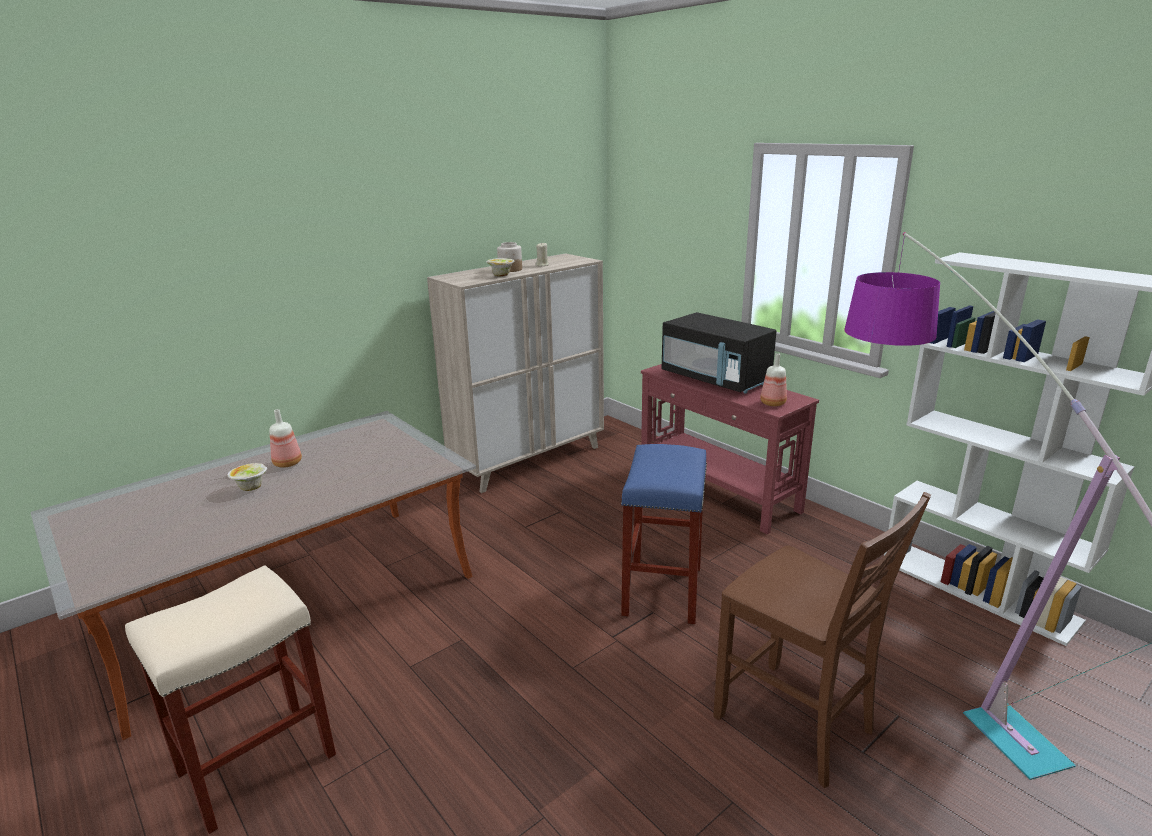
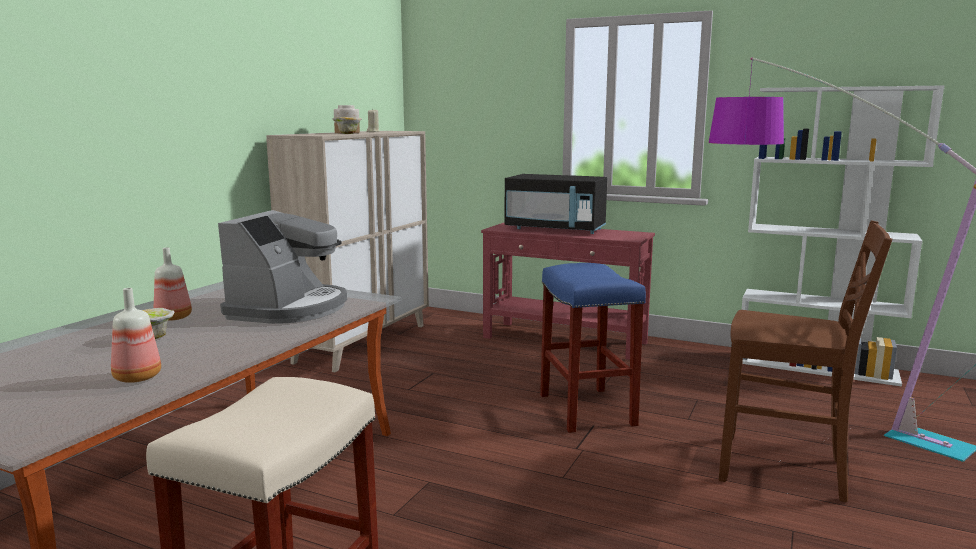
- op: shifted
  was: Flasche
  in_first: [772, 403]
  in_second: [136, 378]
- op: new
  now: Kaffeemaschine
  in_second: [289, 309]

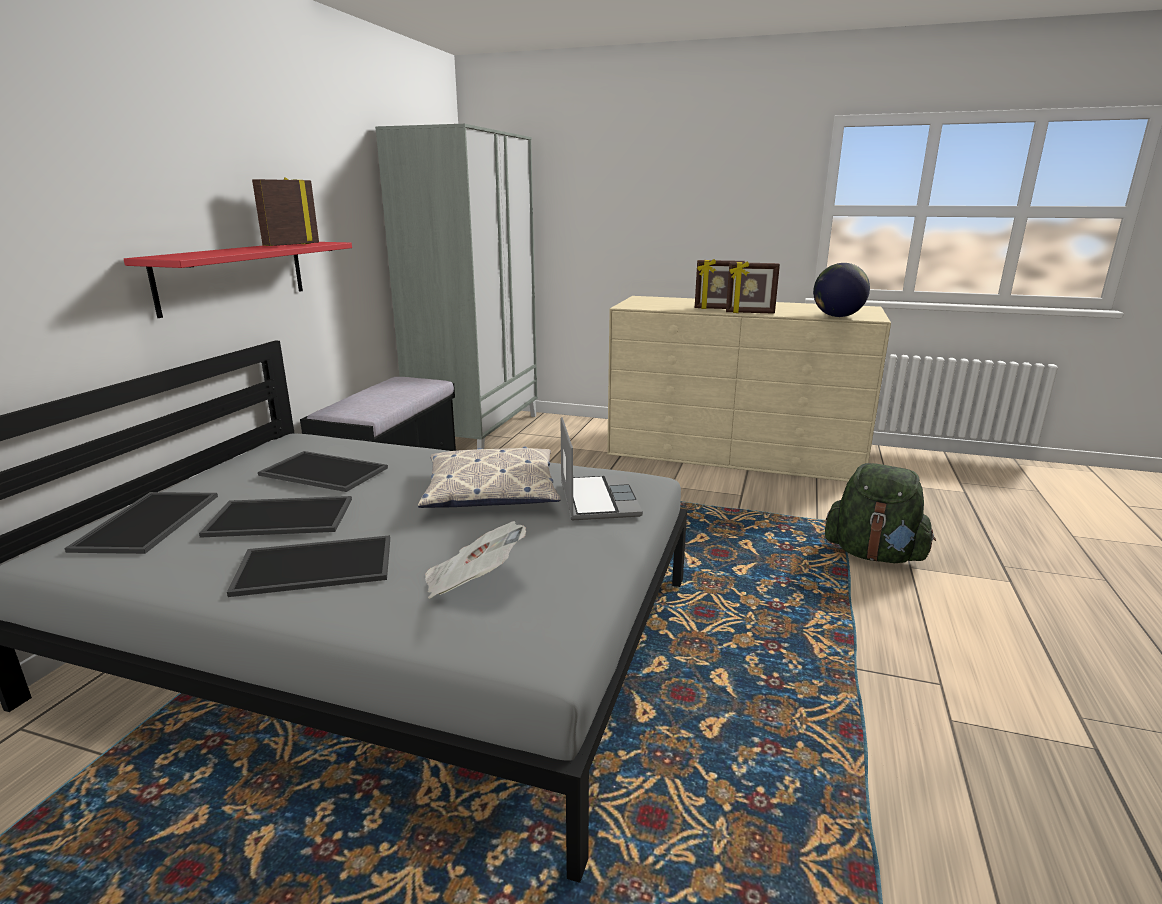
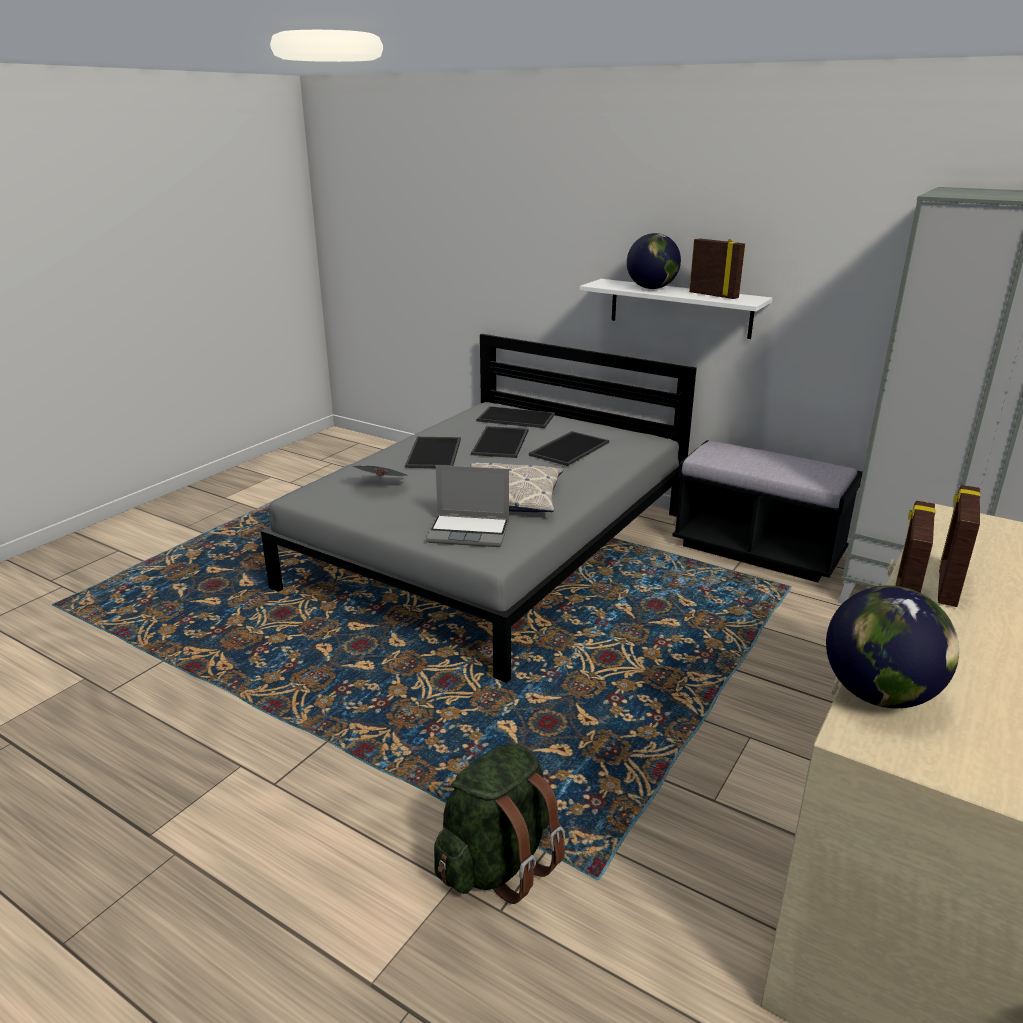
- op: repainted
  was: Wandregal/rot
  now: Wandregal/weiß
  in_first: [233, 276]
  in_second: [680, 308]
- op: new
  now: Globus
  in_second: [652, 288]

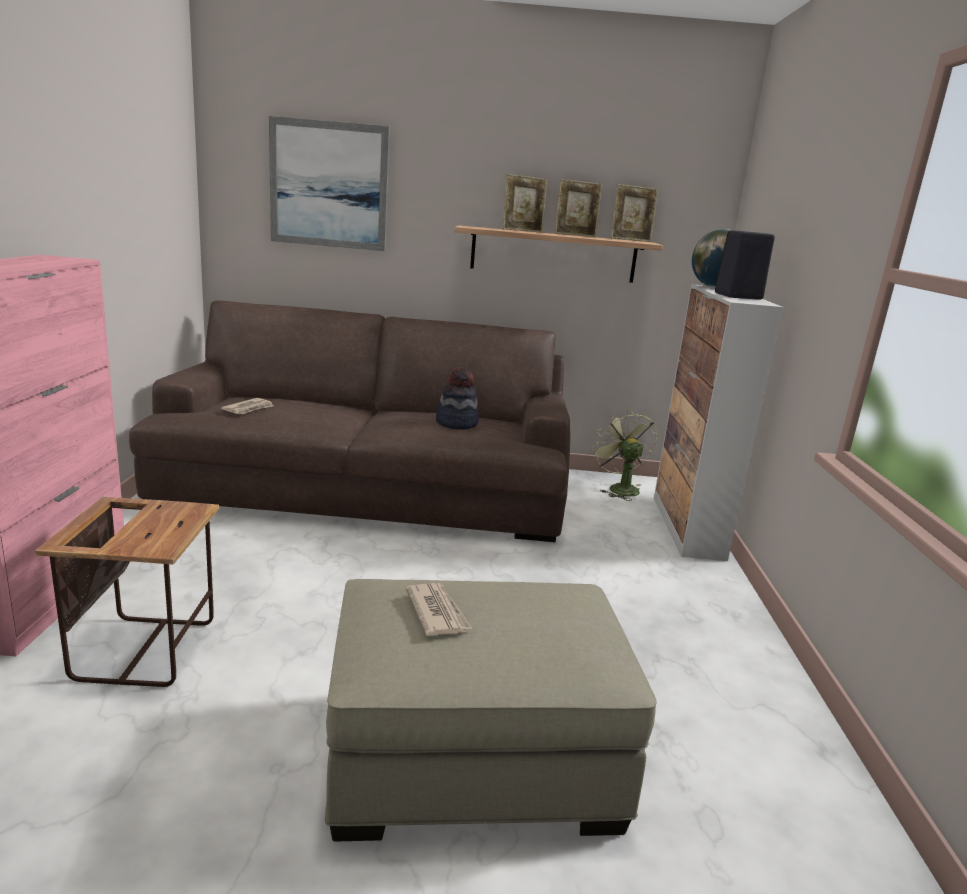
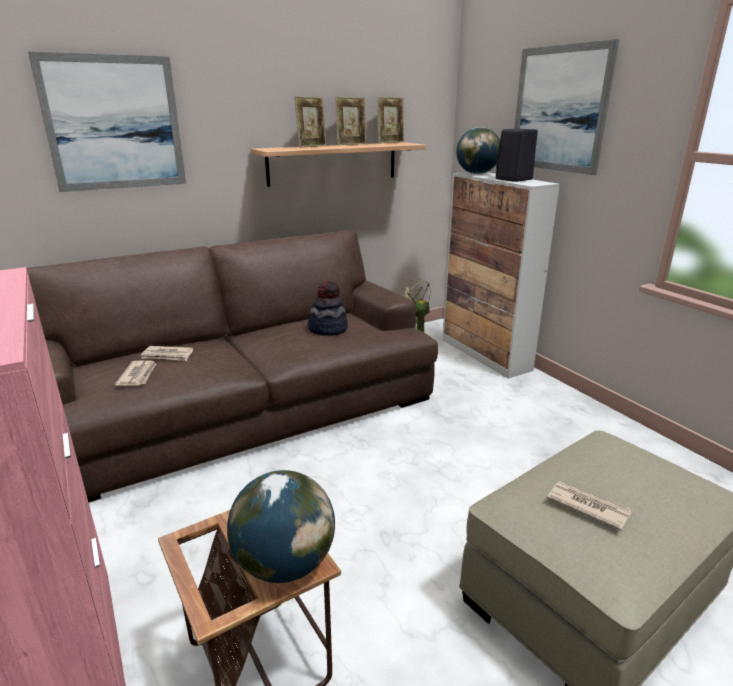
- op: new
  now: Bild
  in_second: [559, 109]
- op: new
  now: Zeitung
  in_second: [168, 355]
- op: new
  now: Globus
  in_second: [284, 564]

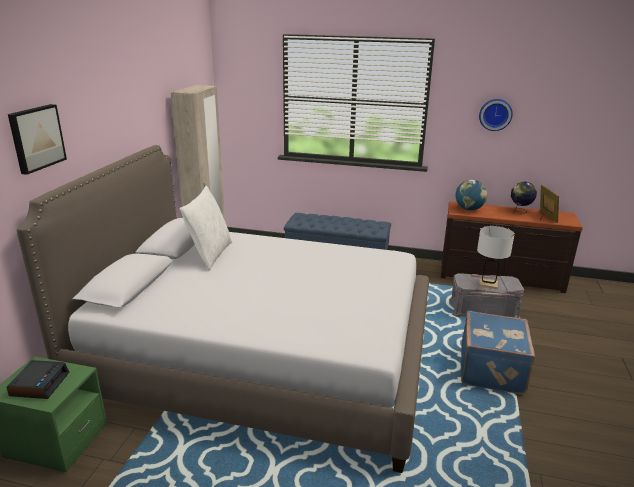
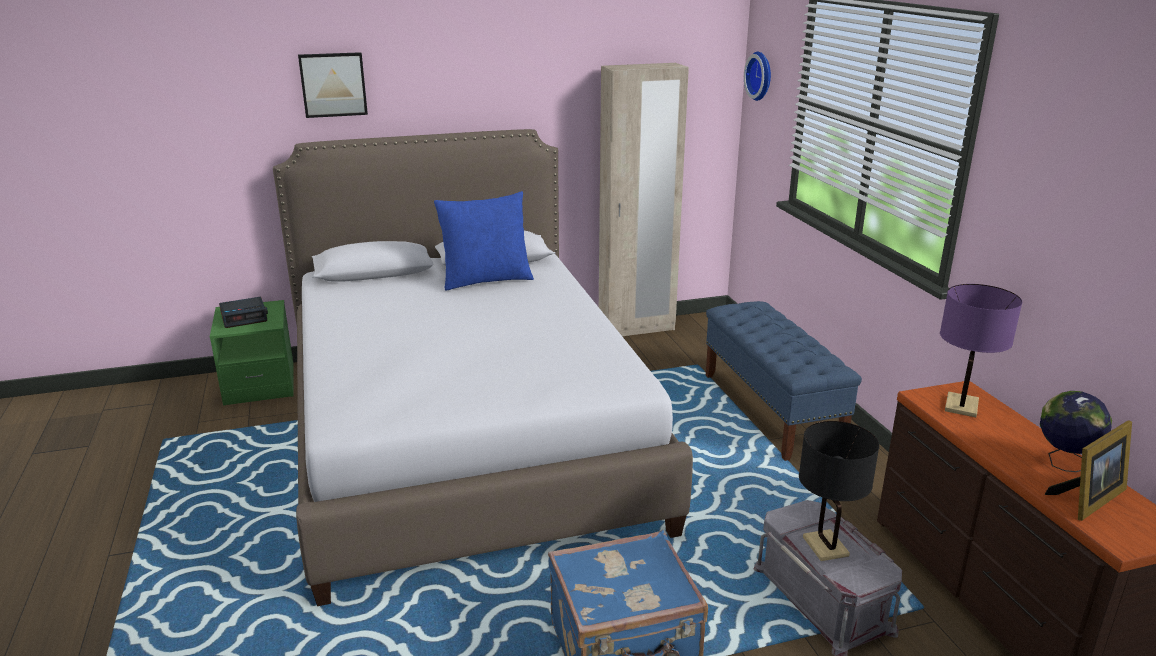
- op: shifted
  was: Wanduhr
  in_first: [495, 114]
  in_second: [761, 76]
- op: swapped
  was: Globus
  now: Tischlampe/lila
  in_first: [469, 209]
  in_second: [961, 406]
- op: repainted
  was: Kissen/weiß
  now: Kissen/blau
  in_first: [210, 255]
  in_second: [486, 280]
- op: repainted
  was: Tischlampe/weiß
  now: Tischlampe/schwarz
  in_first: [488, 284]
  in_second: [825, 546]

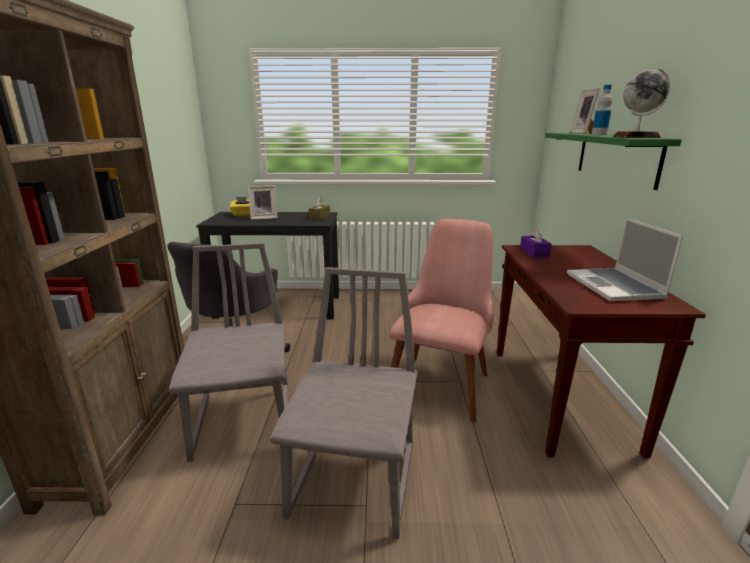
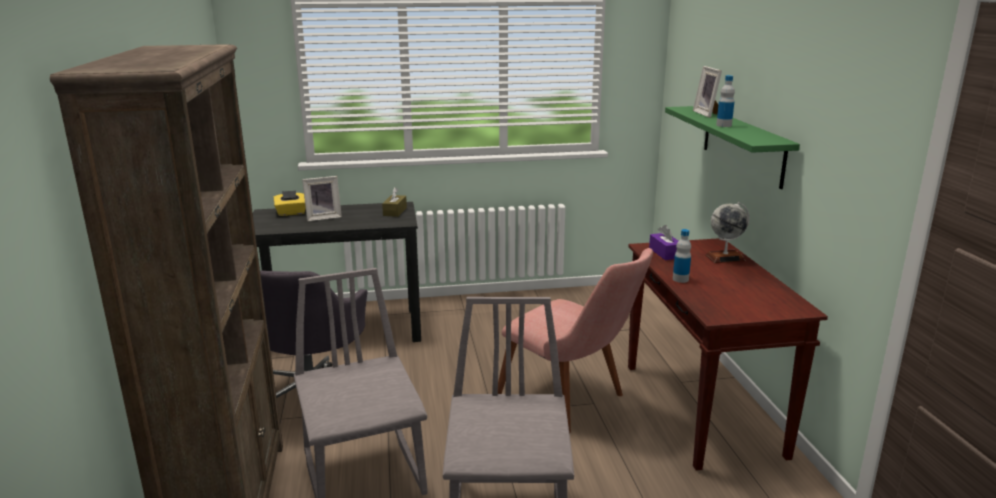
- op: shifted
  was: Globus
  in_first: [636, 137]
  in_second: [725, 257]
- op: gone
  was: Laptop
  in_first: [615, 286]
- op: rotated
  was: Stuhl/rosa
  in_first: [442, 378]
  in_second: [573, 402]
  clockwise: 120
- op: new
  now: Flasche
  in_second: [680, 279]

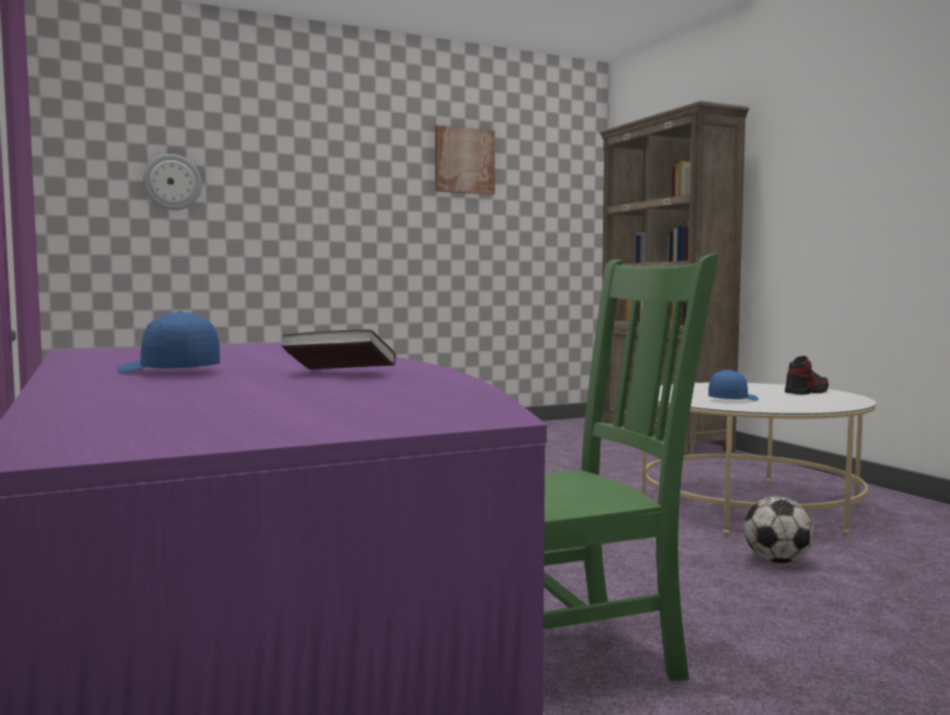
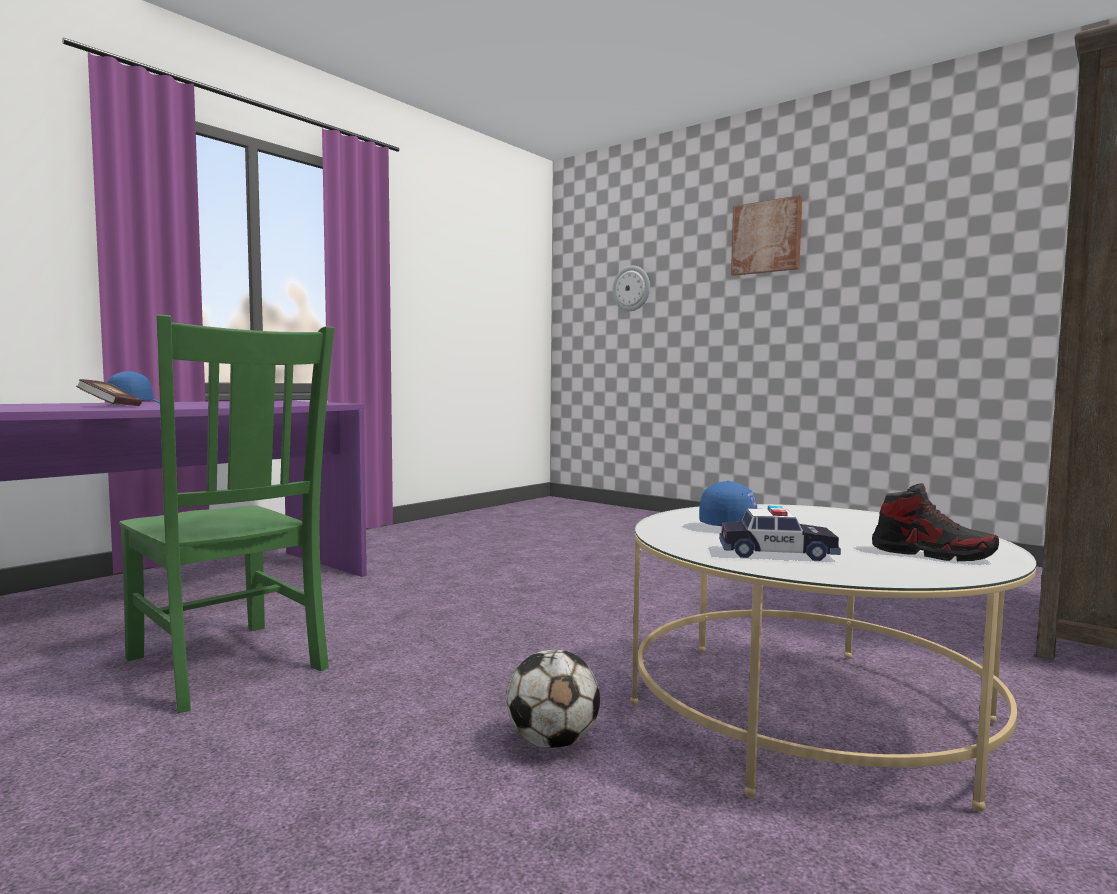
- op: shifted
  was: Bild
  in_first: [464, 161]
  in_second: [766, 237]
- op: new
  now: Spielzeugauto
  in_second: [776, 553]

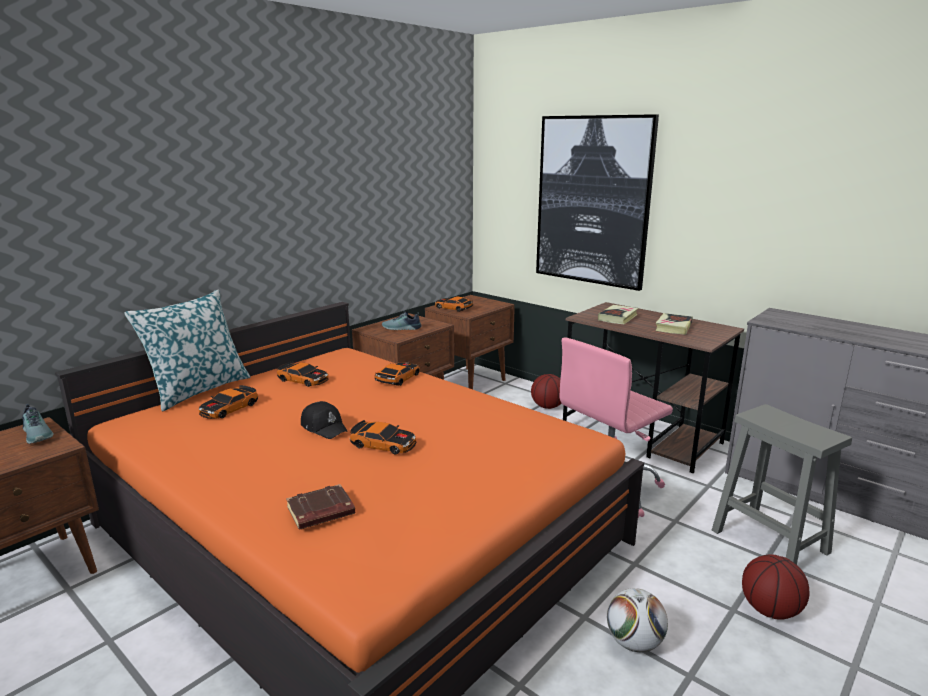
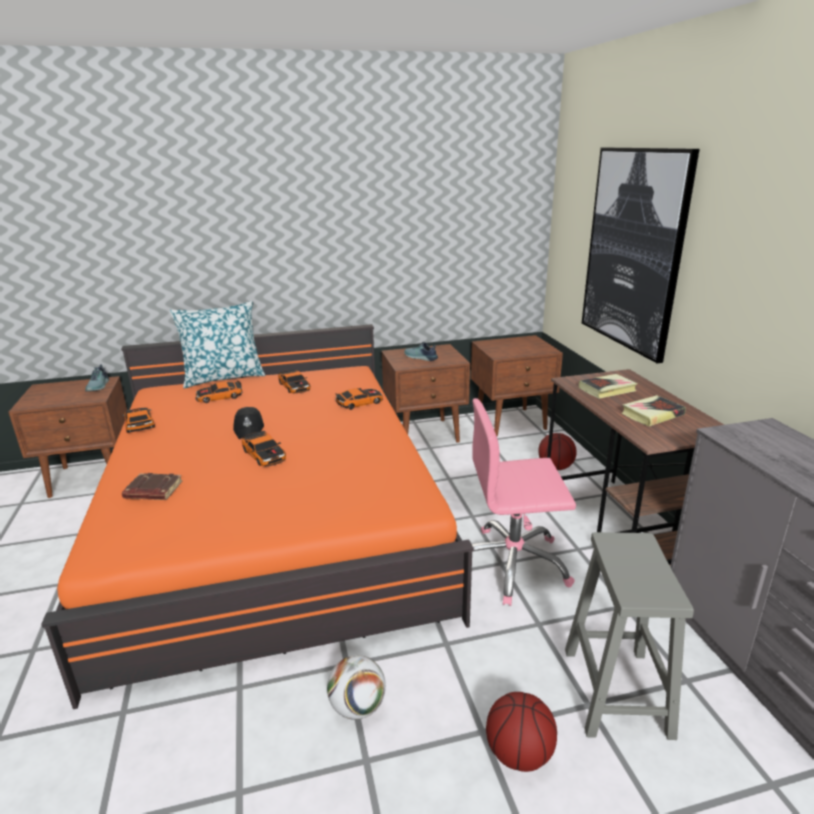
- op: shifted
  was: Spielzeugauto
  in_first: [453, 308]
  in_second: [139, 424]

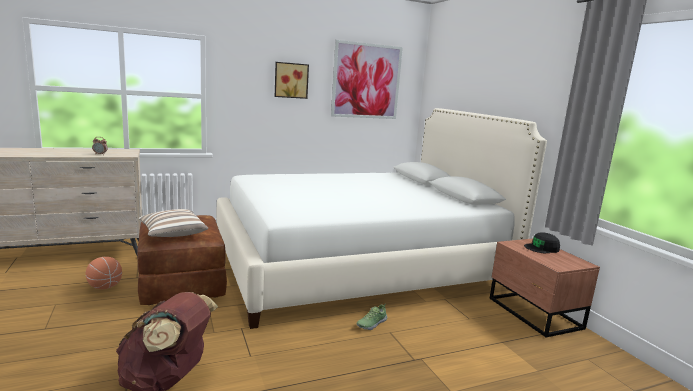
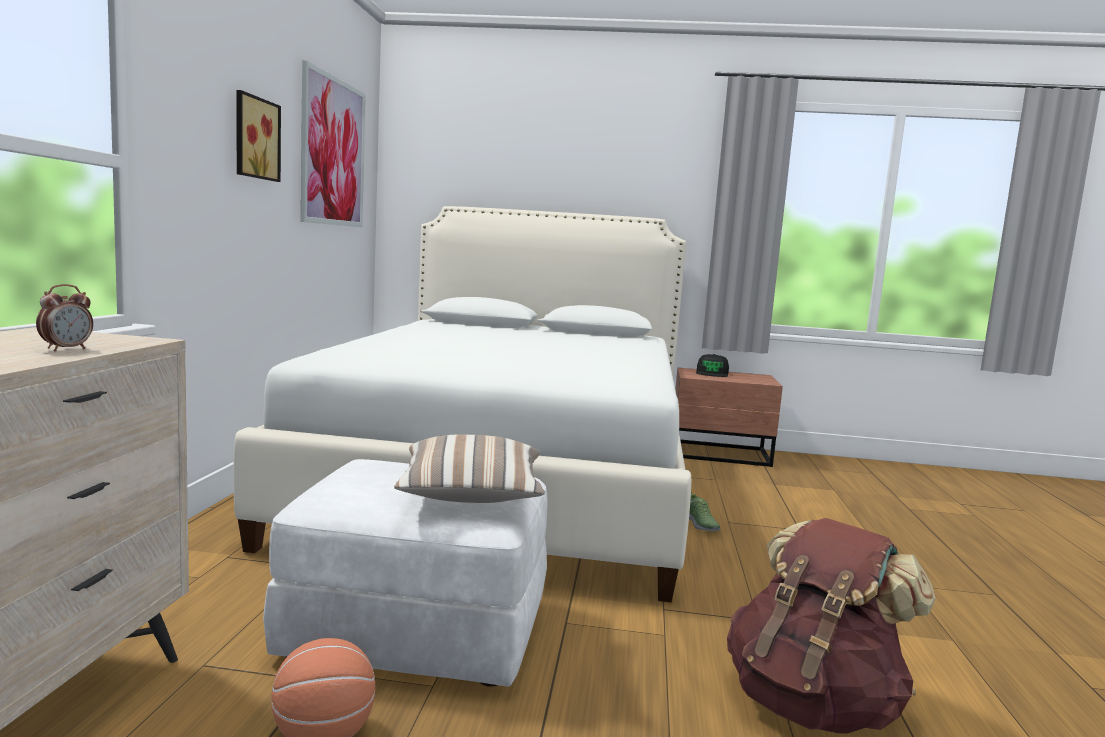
- op: repainted
  was: Polsterhocker/braun
  now: Polsterhocker/weiß
  in_first: [182, 283]
  in_second: [419, 628]

